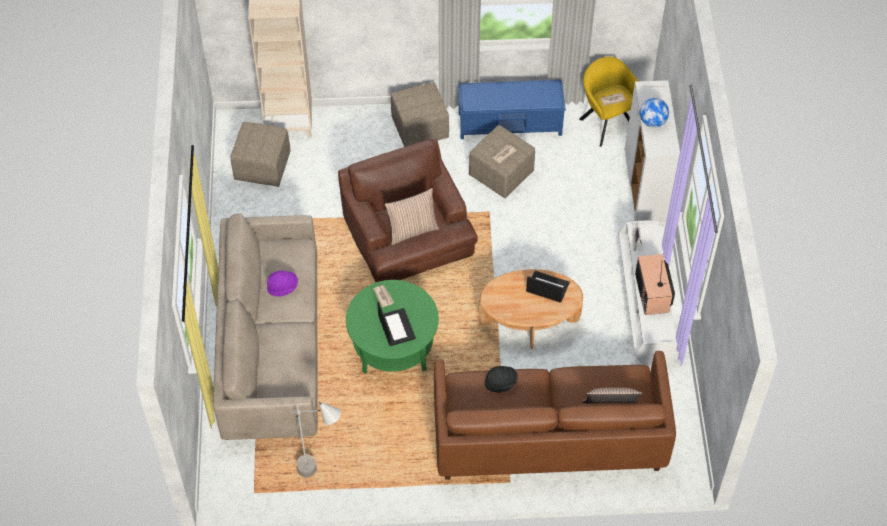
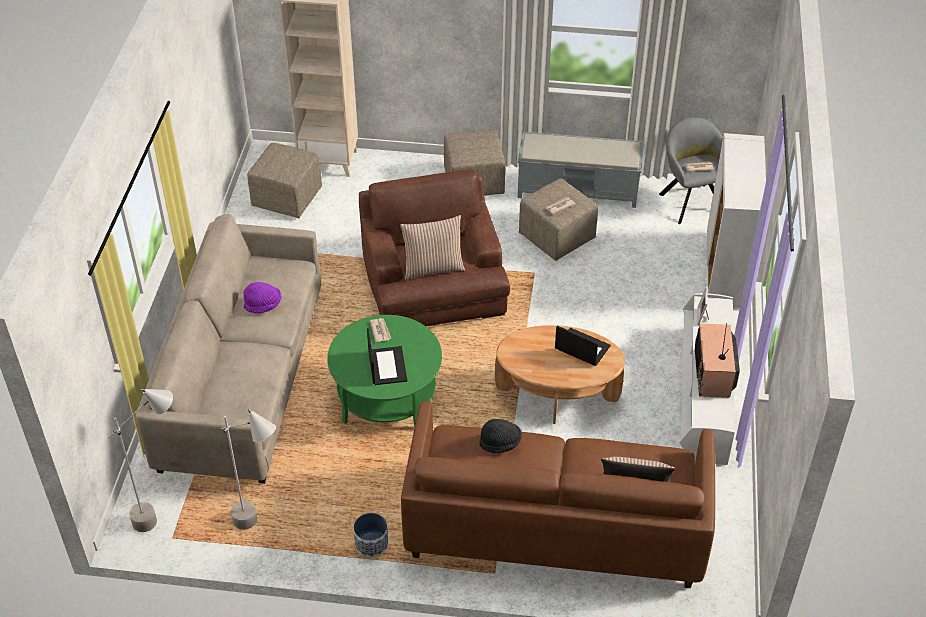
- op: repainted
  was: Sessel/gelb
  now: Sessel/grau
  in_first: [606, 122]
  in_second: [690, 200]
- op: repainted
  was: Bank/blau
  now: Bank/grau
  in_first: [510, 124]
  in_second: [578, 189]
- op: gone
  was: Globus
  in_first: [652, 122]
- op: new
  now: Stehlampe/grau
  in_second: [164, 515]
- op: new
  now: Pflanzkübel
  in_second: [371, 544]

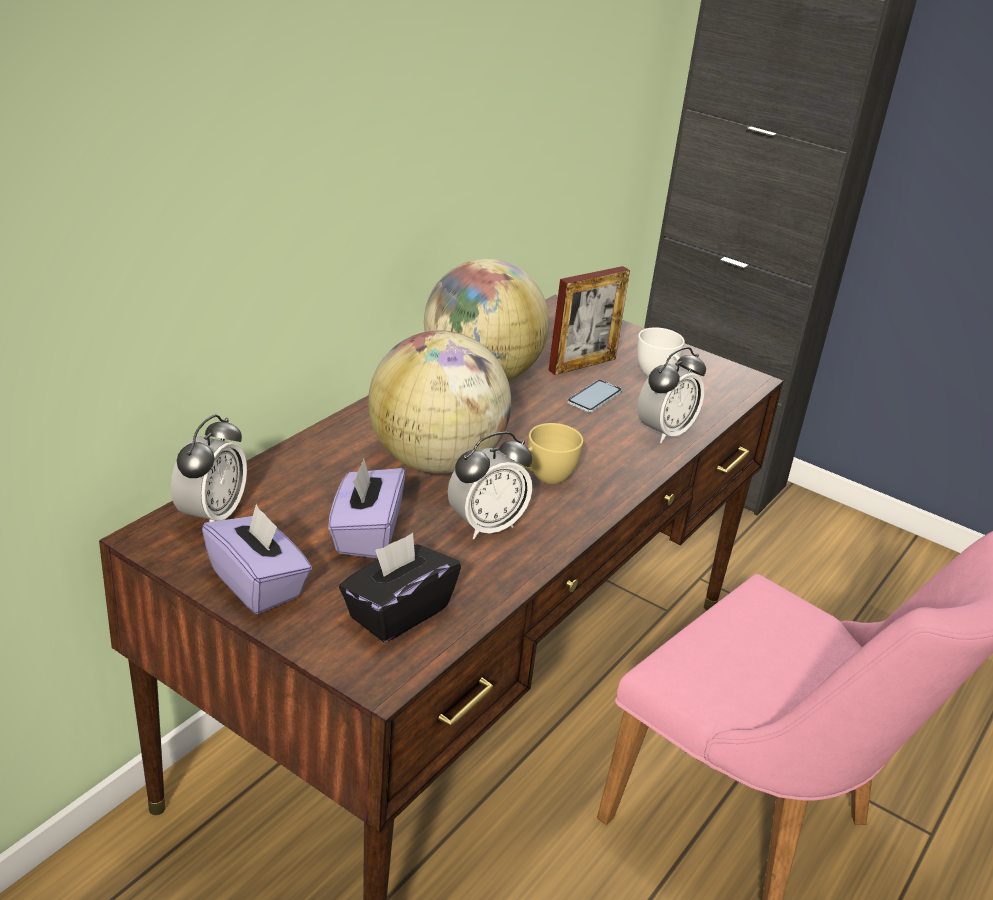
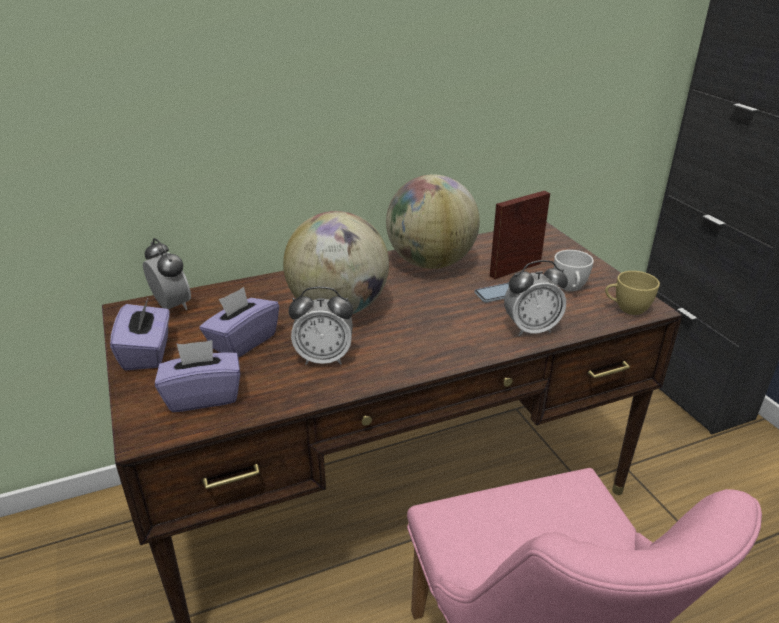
- op: rotated
  was: Bilderrahmen
  in_first: [582, 364]
  in_second: [515, 269]
  clockwise: 150
- op: rotated
  was: Wecker
  in_first: [211, 515]
  in_second: [172, 306]
  clockwise: -90
- op: shifted
  was: Tasse/gelb
  in_first: [544, 477]
  in_second: [626, 309]
- op: repainted
  was: Taschentuchbox/schwarz
  now: Taschentuchbox/lila
  in_first: [397, 612]
  in_second: [203, 396]

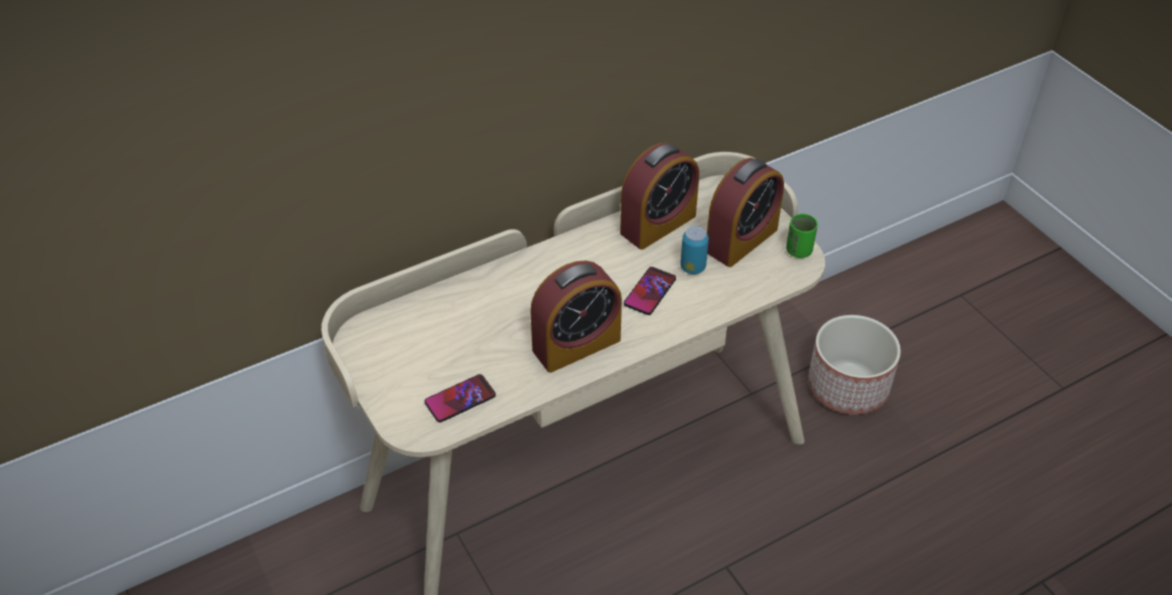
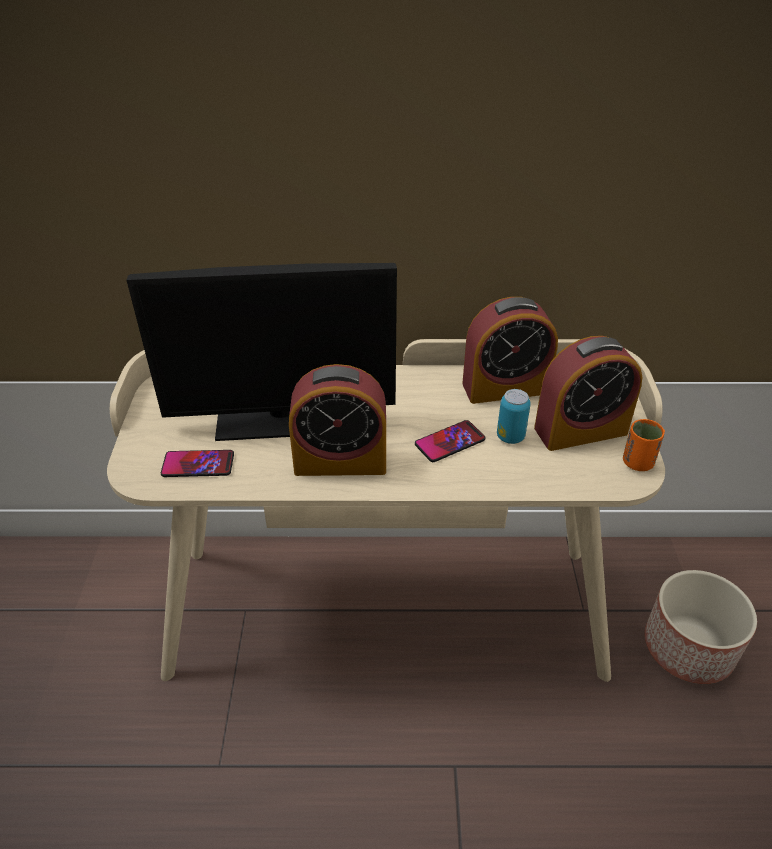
- op: repainted
  was: Tasse/grün
  now: Tasse/orange
  in_first: [798, 251]
  in_second: [637, 463]
- op: new
  now: Monitor
  in_second: [282, 418]

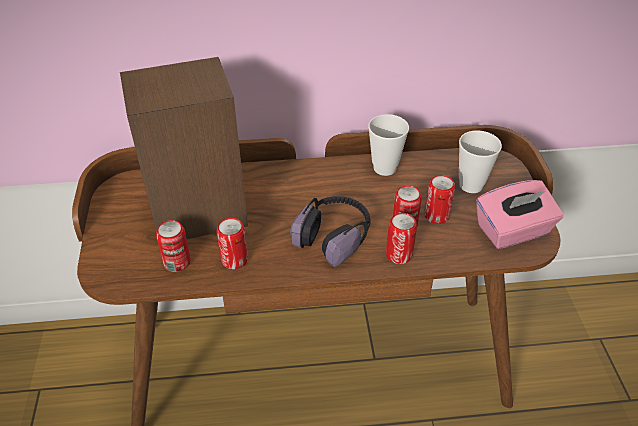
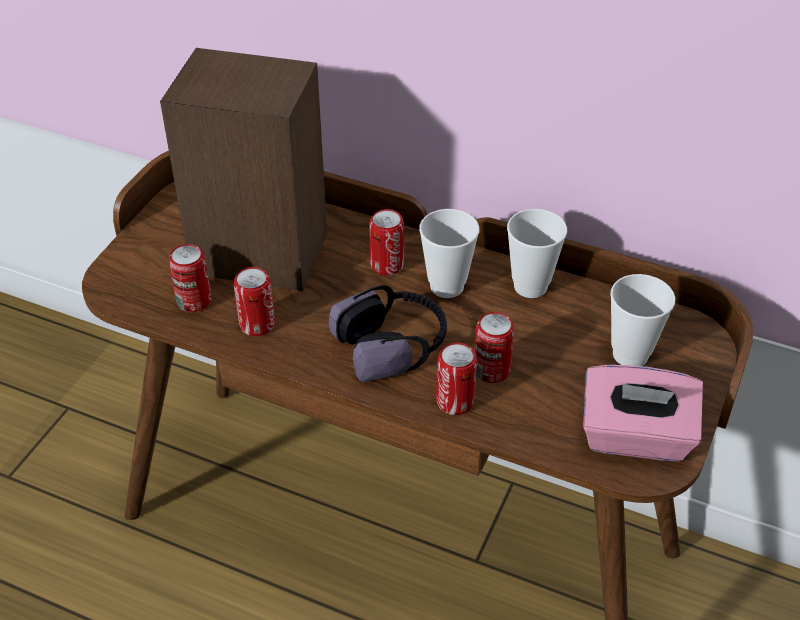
- op: shifted
  was: Dose
  in_first: [436, 216]
  in_second: [387, 265]
- op: new
  now: Tasse
  in_second: [447, 286]

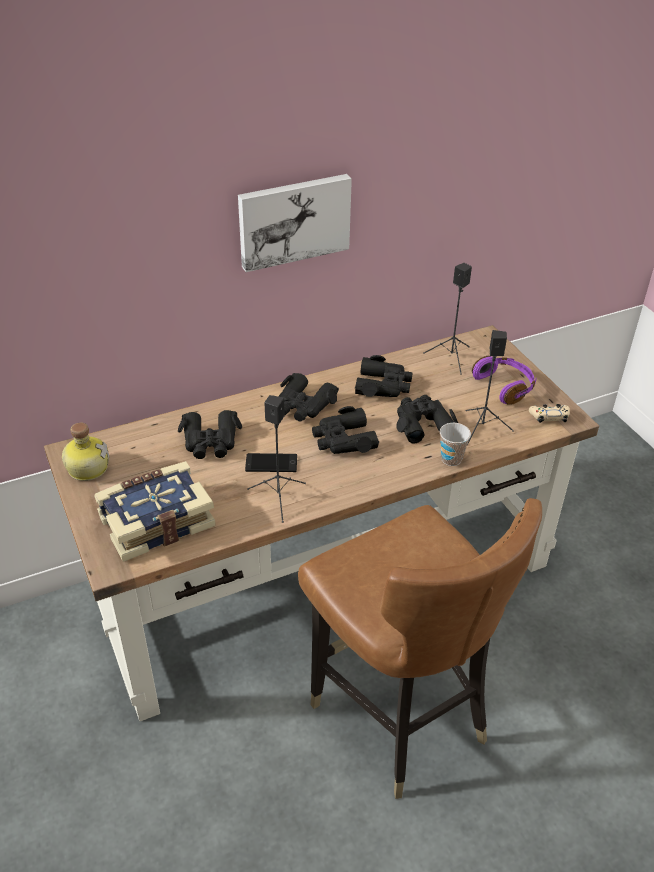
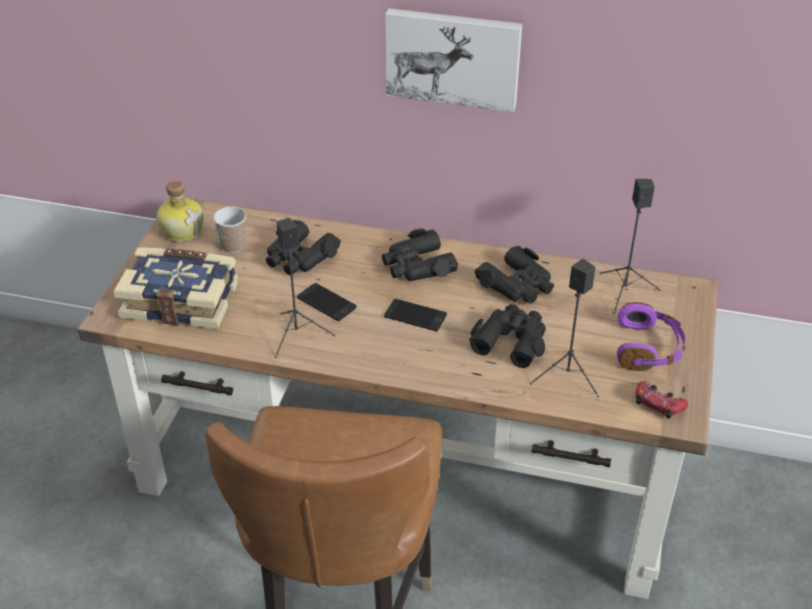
- op: repainted
  was: Gamepad/beige
  now: Gamepad/rot
  in_first: [549, 416]
  in_second: [658, 404]
- op: swapped
  was: Fernglas/schwarz
  now: Handy
  in_first: [343, 440]
  in_second: [415, 316]
- op: shifted
  was: Tasse
  in_first: [451, 459]
  in_second: [233, 246]

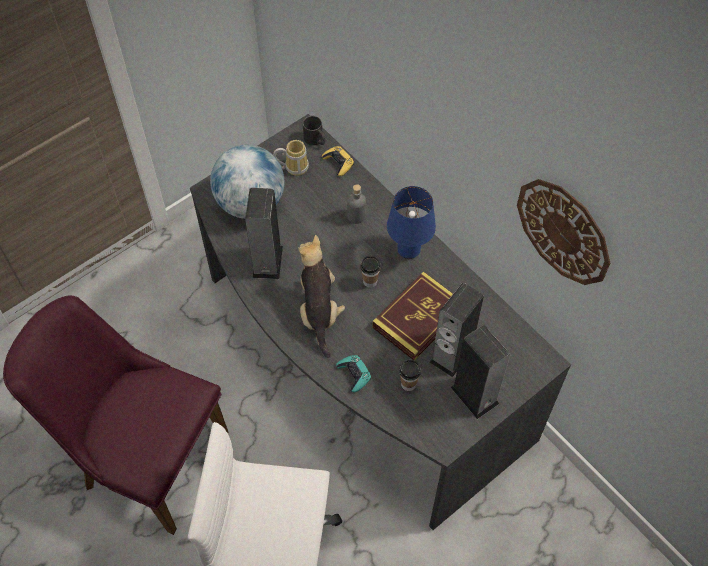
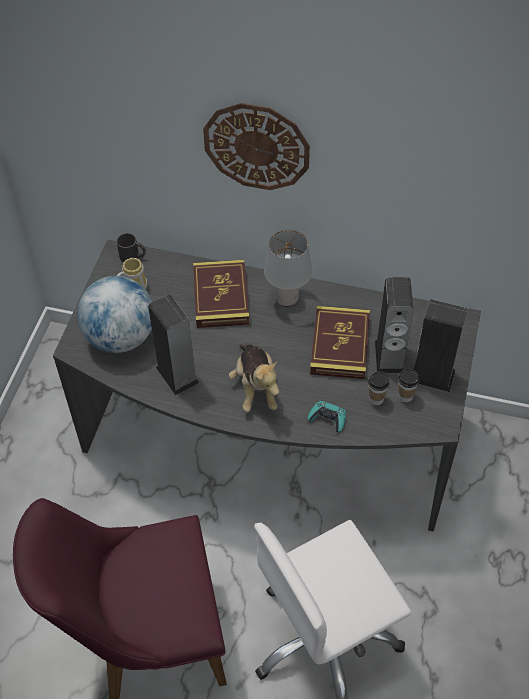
- op: gone
  was: Gamepad/gelb
  in_first: [338, 163]
- op: shifted
  was: Wanduhr
  in_first: [563, 231]
  in_second: [256, 146]
- op: swapped
  was: Flasche/grau
  now: Buch
  in_first: [356, 216]
  in_second: [221, 297]
- op: repainted
  was: Tischlampe/blau
  now: Tischlampe/grau
  in_first: [409, 250]
  in_second: [287, 299]
- op: rotated
  was: Plüschtier
  in_first: [319, 311]
  in_second: [255, 387]
  clockwise: -150
- op: shifted
  was: Tasse
  in_first: [370, 281]
  in_second: [405, 396]

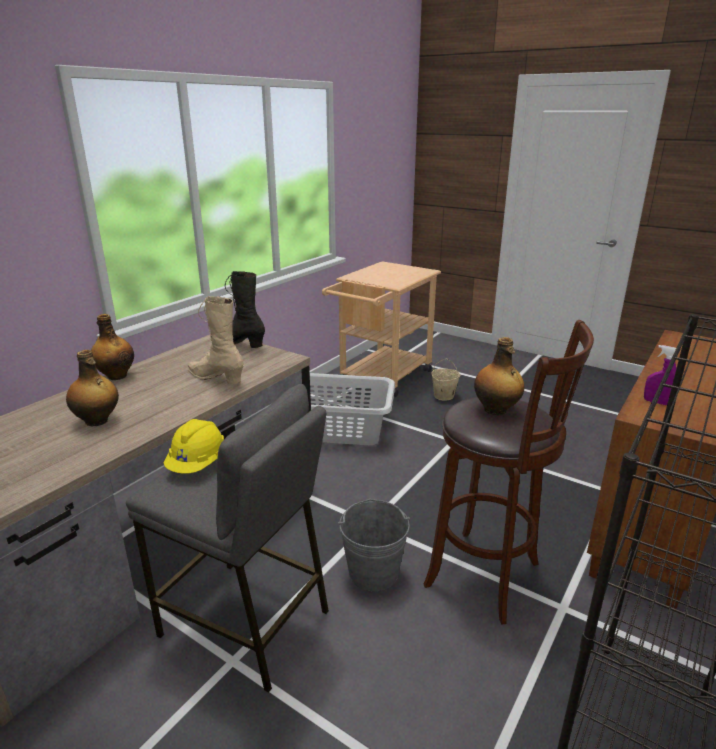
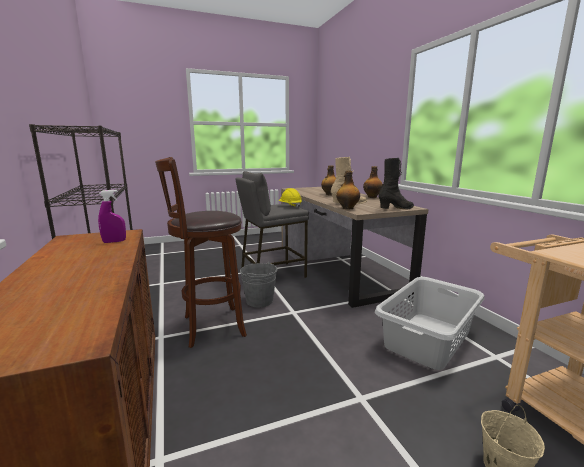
- op: shifted
  was: Flasche
  in_first: [496, 410]
  in_second: [347, 208]

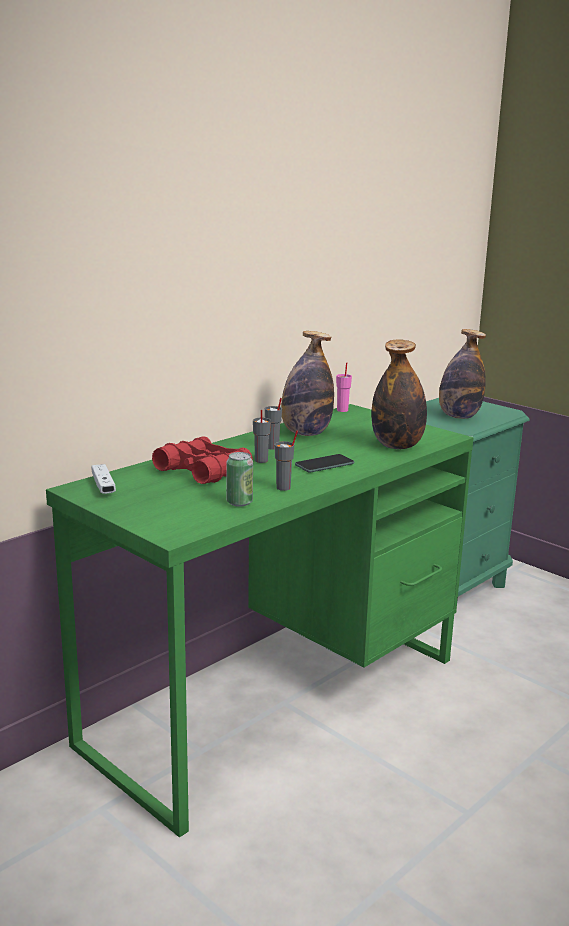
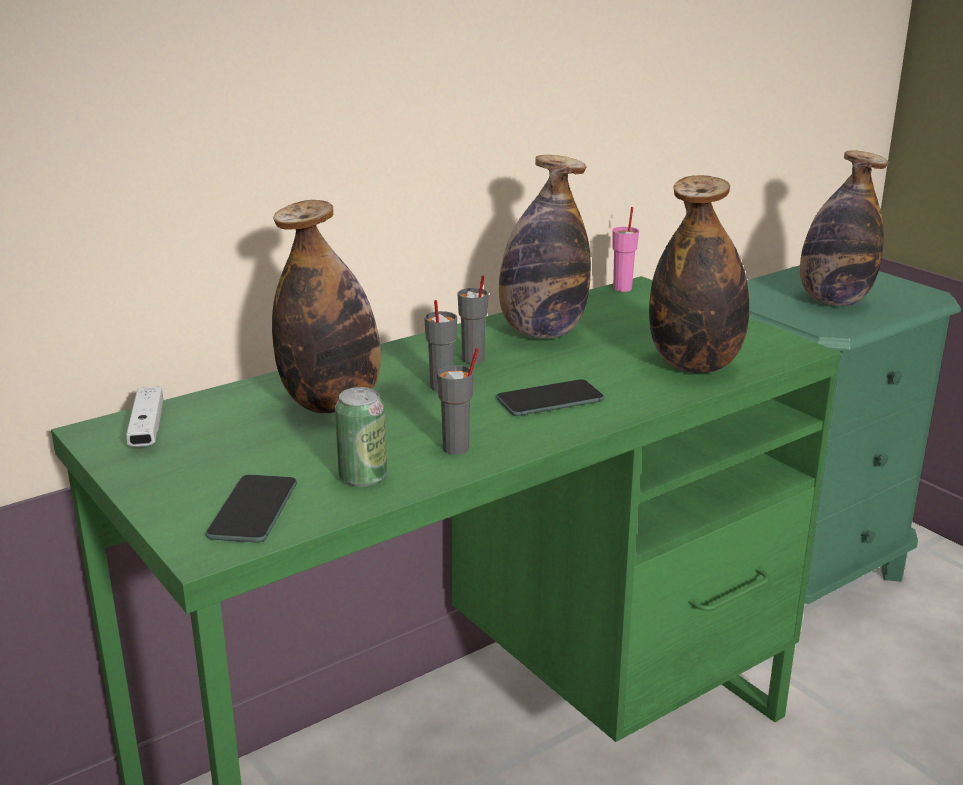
- op: swapped
  was: Fernglas/rot
  now: Flasche
  in_first: [203, 471]
  in_second: [331, 404]
- op: new
  now: Handy
  in_second: [253, 510]

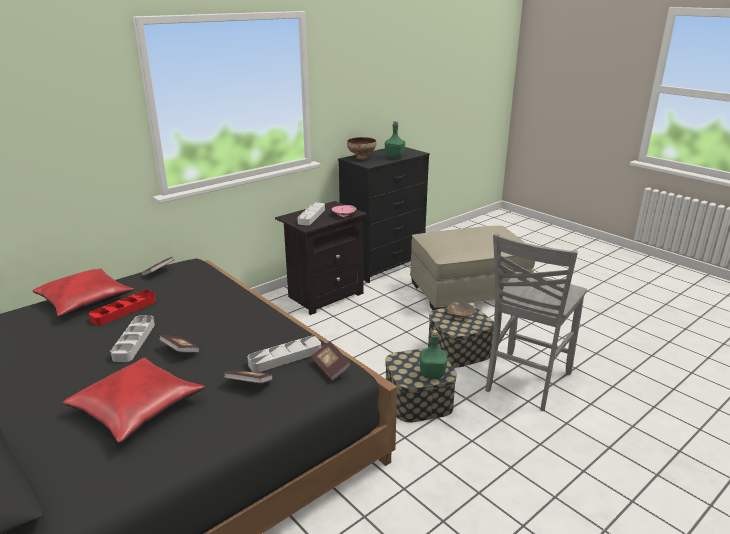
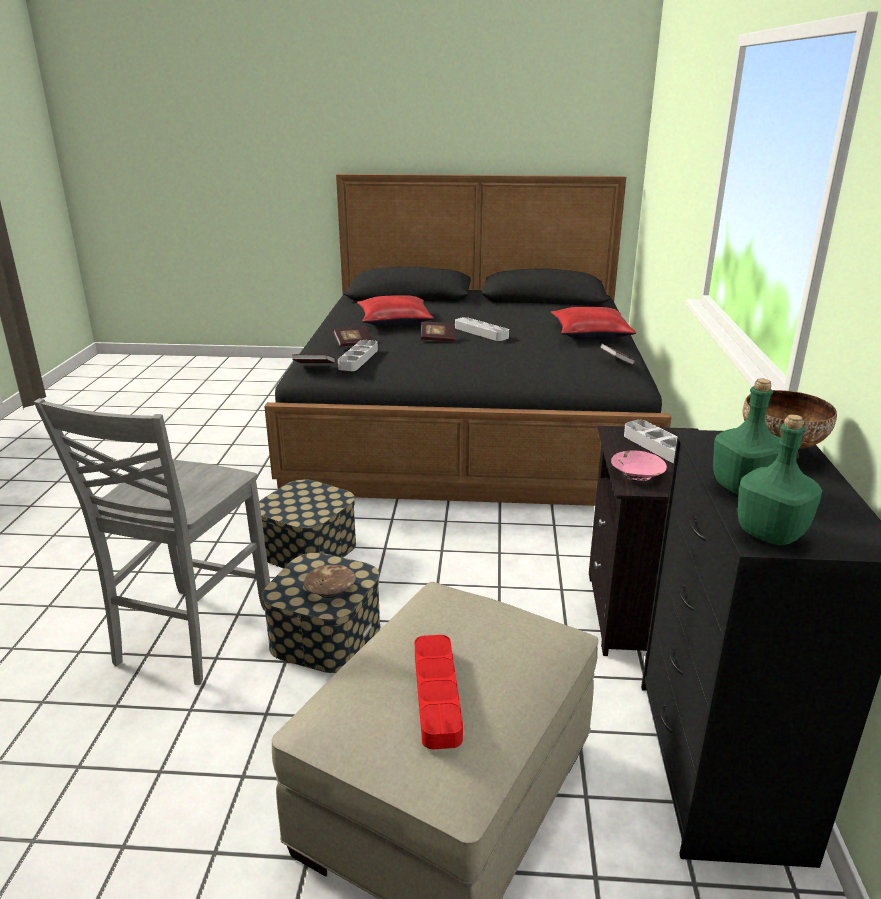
- op: rotated
  was: Stuhl/grau
  in_first: [525, 382]
  in_second: [190, 636]
  clockwise: -150
- op: shifted
  was: Tablett/rot
  in_first: [124, 310]
  in_second: [437, 694]
- op: shifted
  was: Flasche/grün
  in_first: [431, 374]
  in_second: [771, 533]

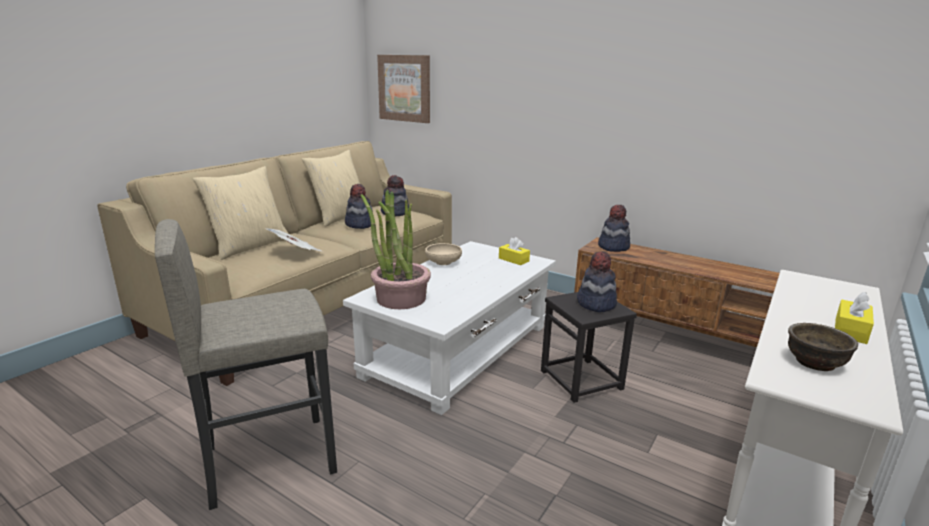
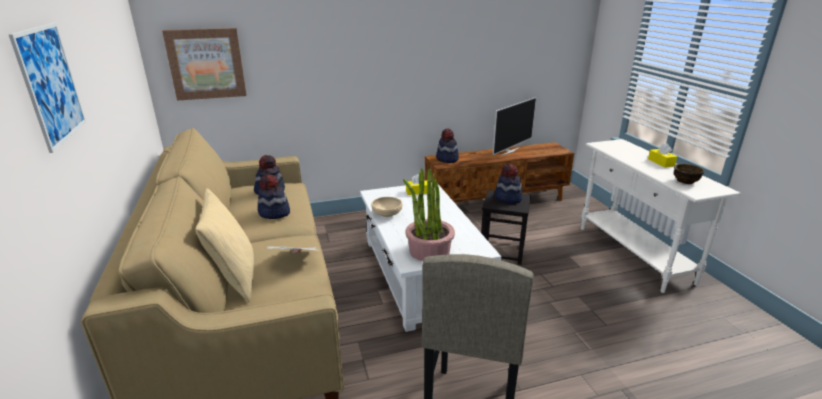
- op: gone
  was: Kissen/beige
  in_first: [340, 217]
- op: new
  now: Bild
  in_second: [51, 84]
- op: new
  now: Fernseher
  in_second: [509, 151]

